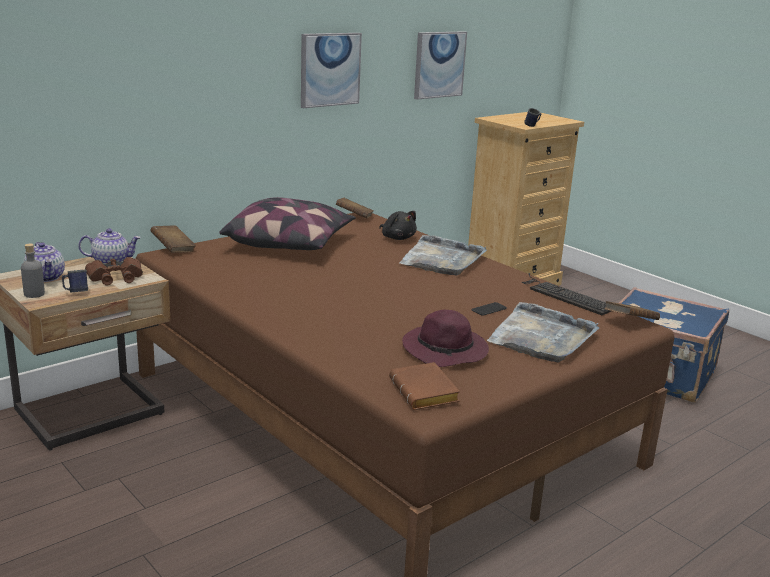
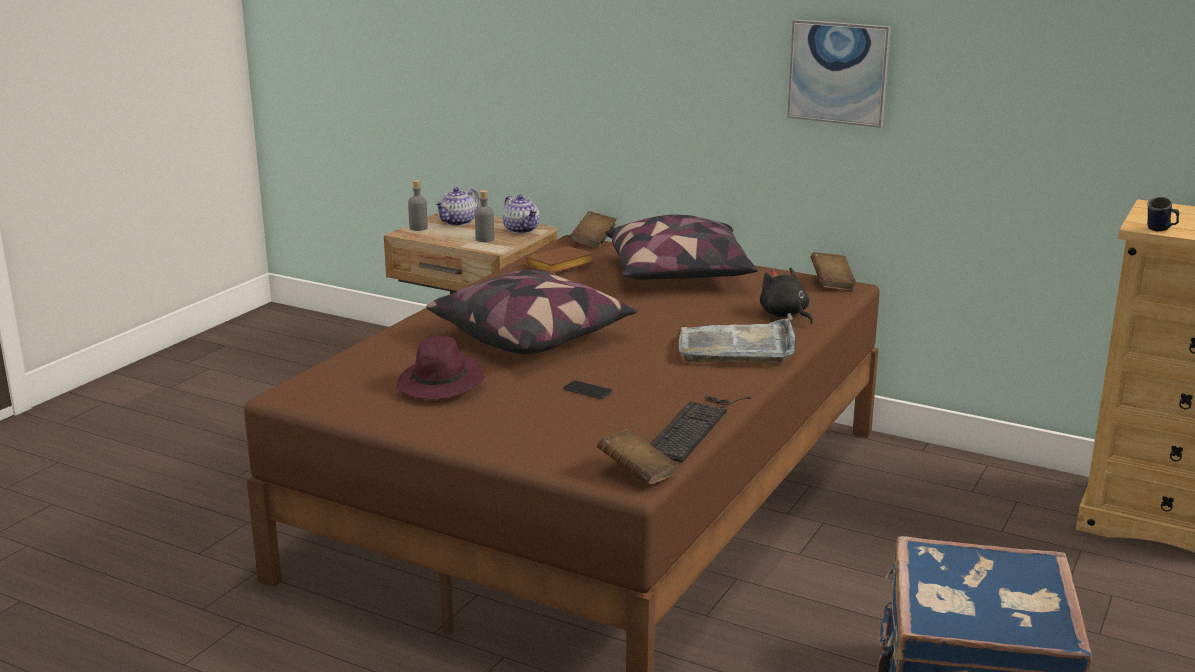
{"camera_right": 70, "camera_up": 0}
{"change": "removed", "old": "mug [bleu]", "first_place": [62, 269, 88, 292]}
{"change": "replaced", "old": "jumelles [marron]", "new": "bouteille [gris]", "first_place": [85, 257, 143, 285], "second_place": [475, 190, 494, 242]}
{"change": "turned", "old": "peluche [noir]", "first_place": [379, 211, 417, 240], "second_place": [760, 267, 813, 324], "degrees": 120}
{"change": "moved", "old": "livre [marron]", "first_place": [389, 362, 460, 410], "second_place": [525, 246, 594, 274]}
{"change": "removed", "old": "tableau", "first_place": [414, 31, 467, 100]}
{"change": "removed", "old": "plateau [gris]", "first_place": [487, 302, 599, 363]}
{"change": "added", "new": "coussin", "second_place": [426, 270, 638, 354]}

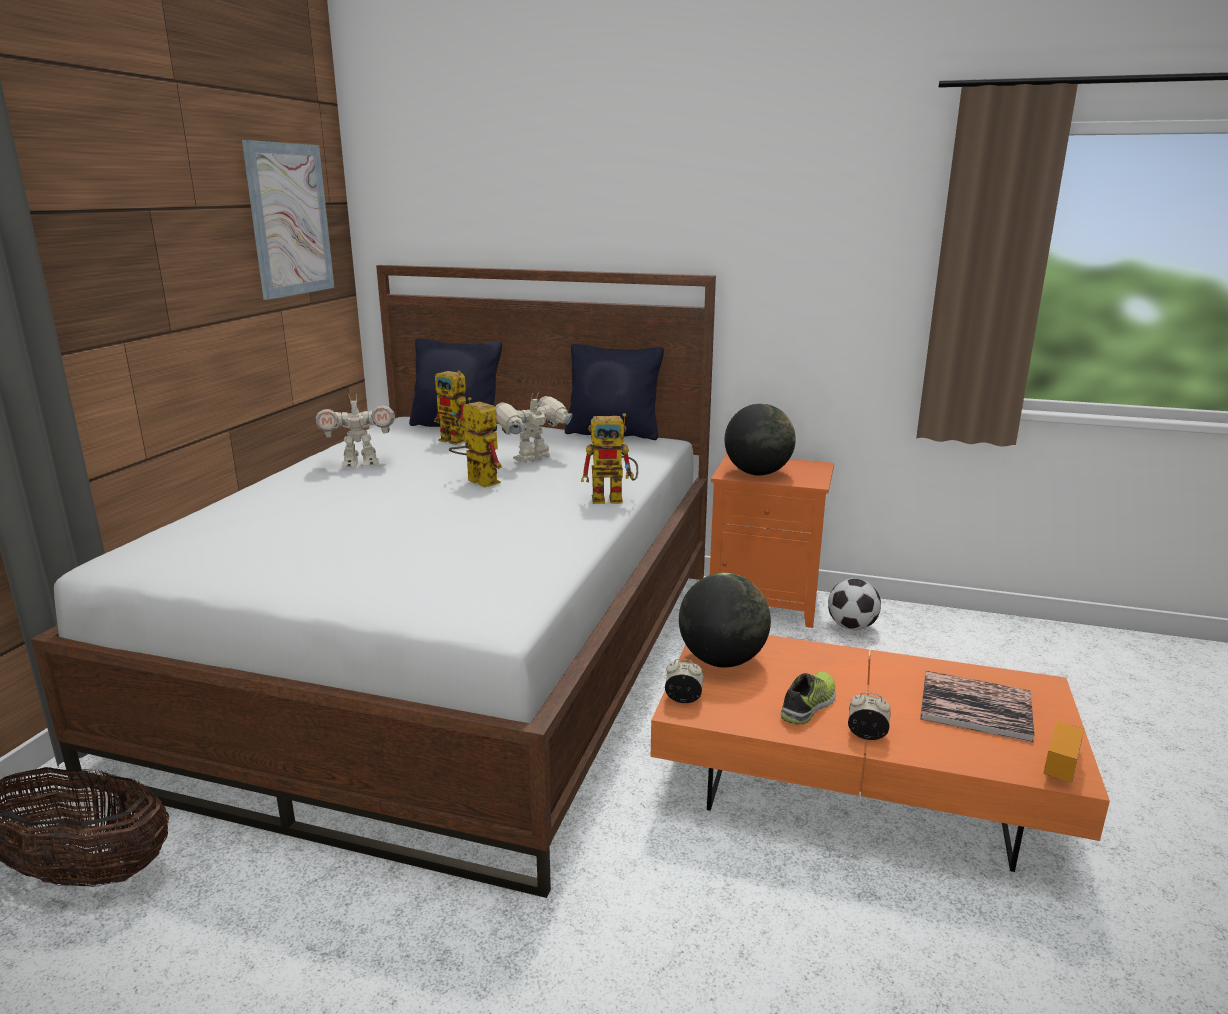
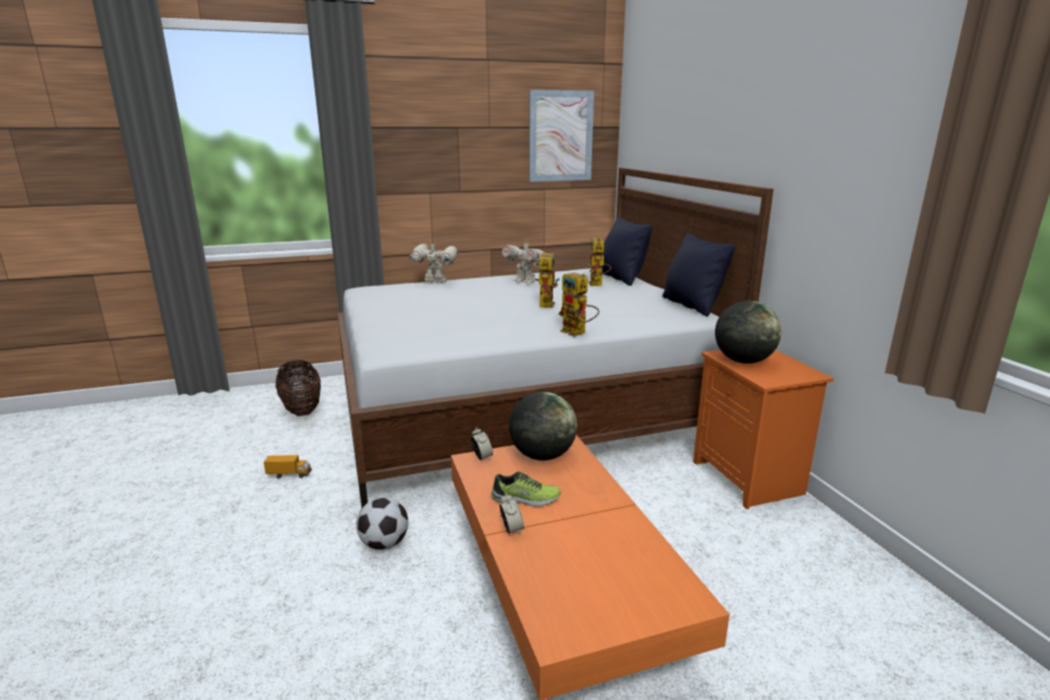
{"camera_right": 55, "camera_up": 0}
{"change": "moved", "old": "robot jouet", "first_place": [495, 392, 573, 463], "second_place": [409, 241, 458, 283]}
{"change": "moved", "old": "ballon de foot", "first_place": [828, 578, 881, 630], "second_place": [356, 497, 408, 550]}
{"change": "removed", "old": "livre", "first_place": [920, 671, 1035, 743]}
{"change": "moved", "old": "camion jouet", "first_place": [1043, 721, 1084, 783], "second_place": [264, 455, 311, 479]}

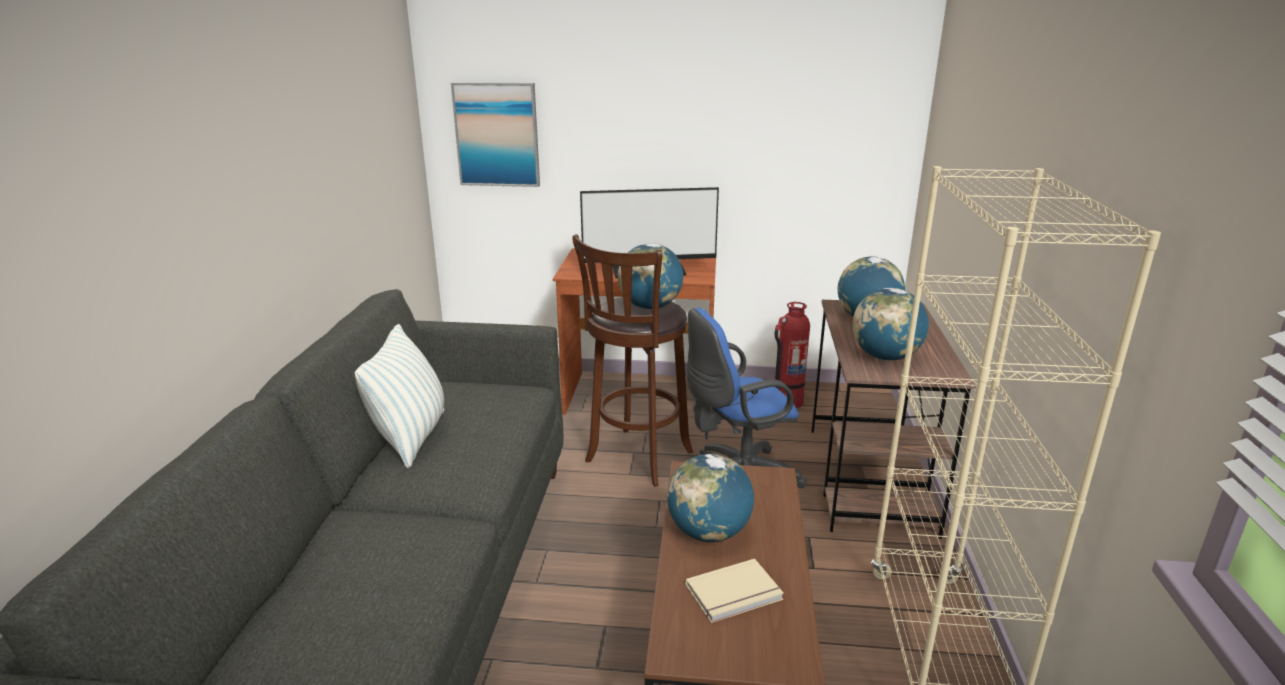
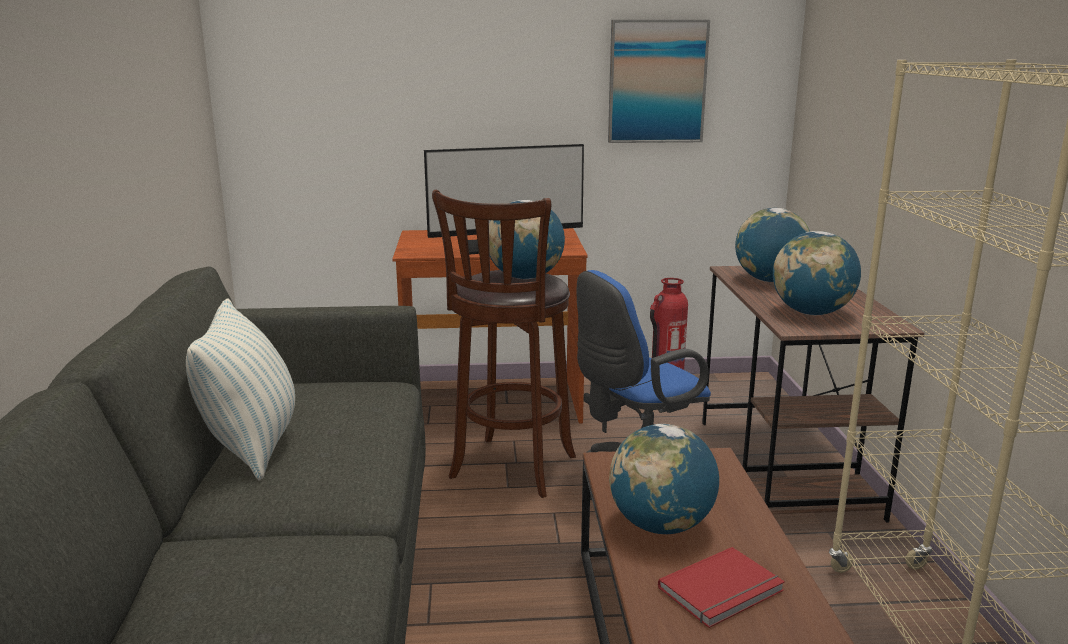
{"camera_right": -10, "camera_up": -5}
{"change": "moved", "old": "tableau", "first_place": [451, 82, 540, 187], "second_place": [608, 20, 710, 143]}
{"change": "recoloured", "old": "livre [beige]", "new": "livre [rouge]", "first_place": [685, 559, 784, 623], "second_place": [658, 547, 785, 628]}

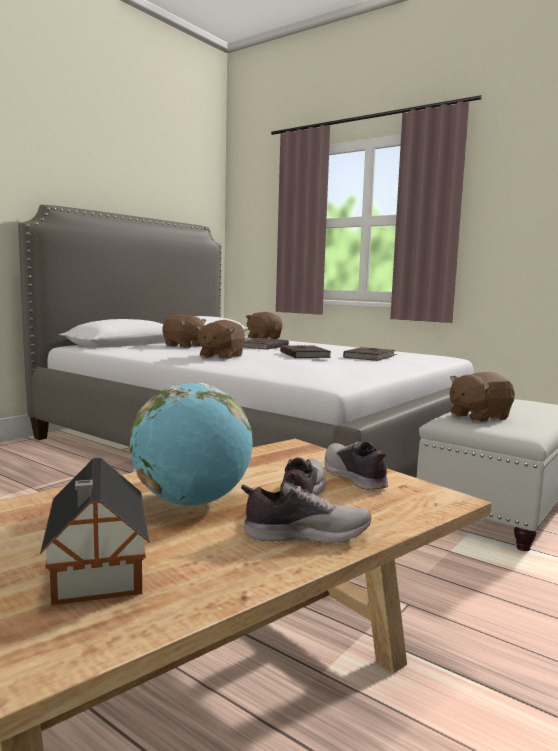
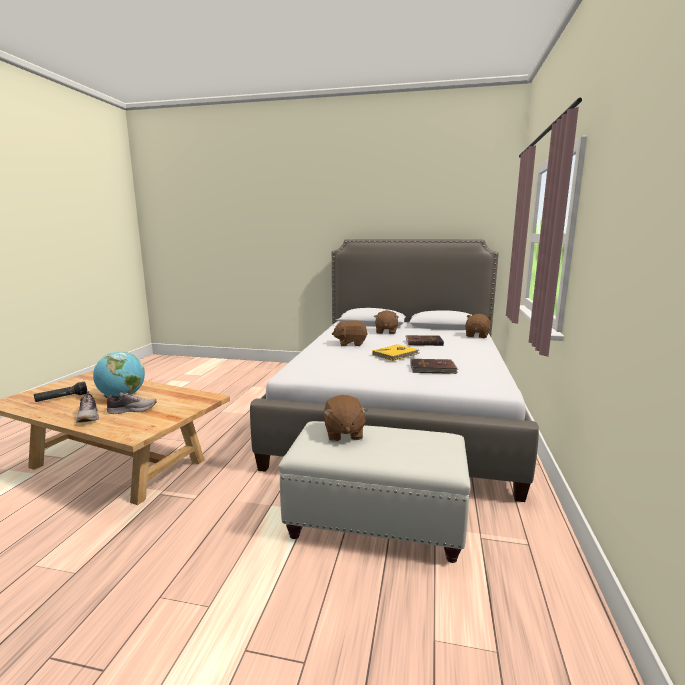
{"camera_right": 65, "camera_up": 5}
{"change": "replaced", "old": "maison miniature", "new": "lampe de poche [noir]", "first_place": [40, 458, 150, 605], "second_place": [34, 382, 87, 402]}
{"change": "recoloured", "old": "livre [marron]", "new": "livre [jaune]", "first_place": [280, 345, 331, 358], "second_place": [372, 344, 419, 361]}
{"change": "removed", "old": "chaussure", "first_place": [324, 441, 388, 490]}
{"change": "turned", "old": "peluche [marron]", "first_place": [449, 372, 515, 422], "second_place": [324, 395, 368, 441], "degrees": -135}

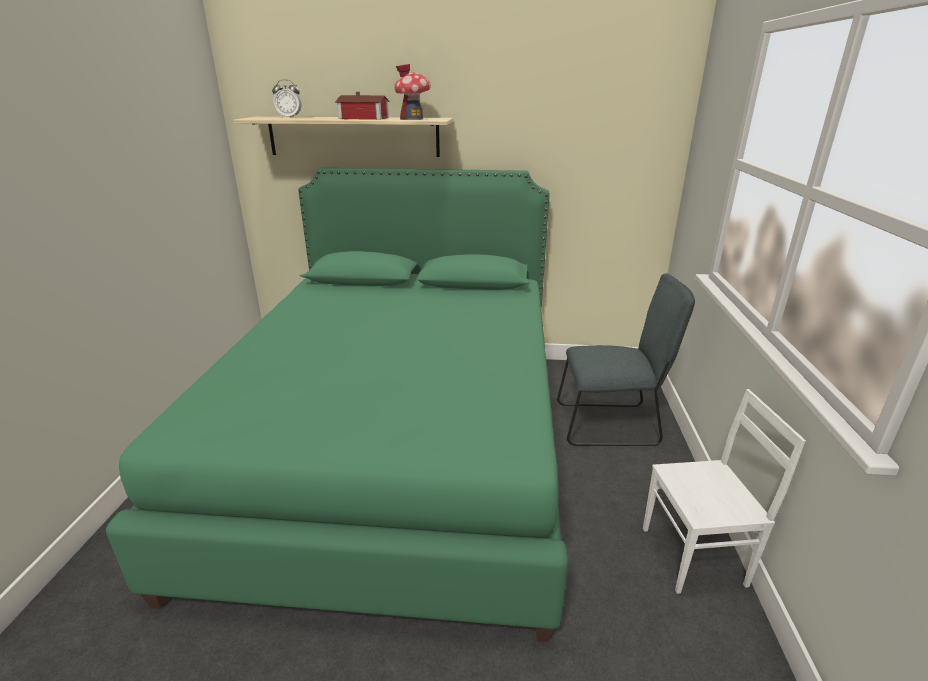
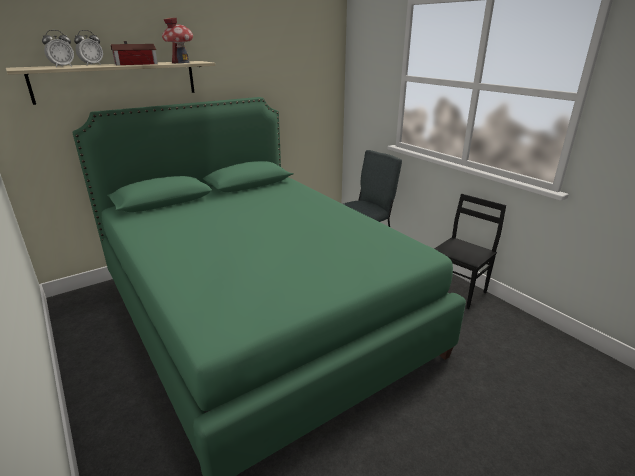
{"camera_right": -40, "camera_up": 0}
{"change": "recoloured", "old": "chaise [blanc]", "new": "chaise [noir]", "first_place": [643, 389, 806, 594], "second_place": [434, 194, 506, 309]}
{"change": "added", "new": "réveil", "second_place": [74, 30, 103, 65]}

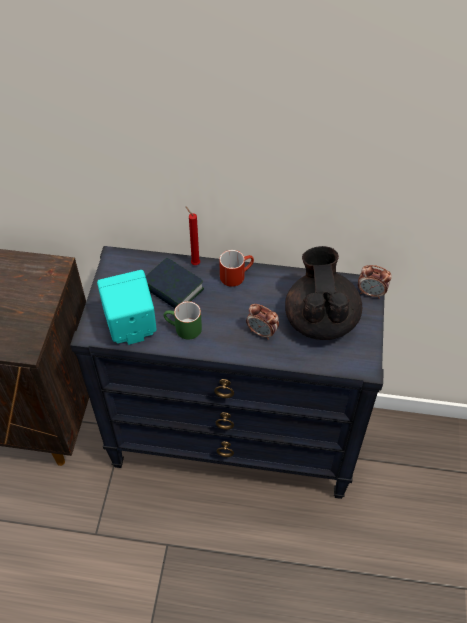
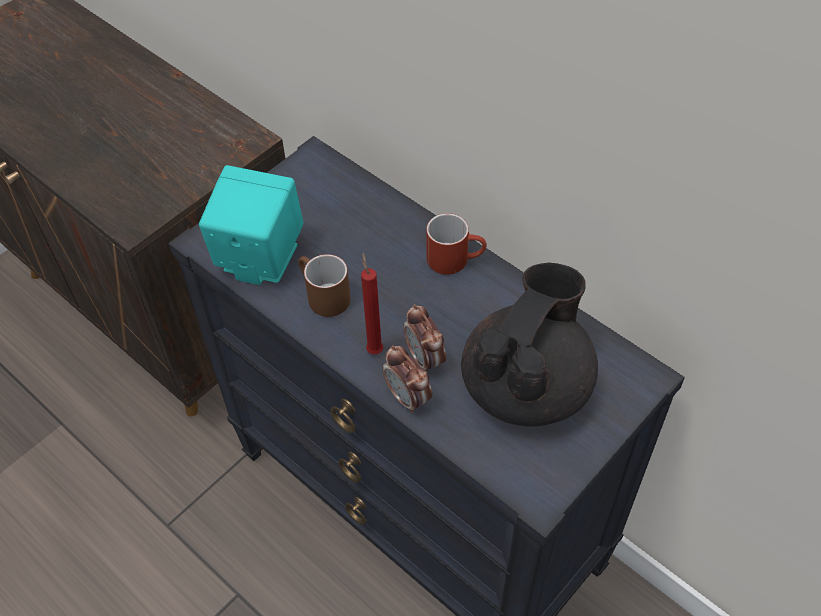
{"camera_right": 35, "camera_up": 0}
{"change": "removed", "old": "livre", "first_place": [146, 258, 204, 308]}
{"change": "recoloured", "old": "mug [vert]", "new": "mug [marron]", "first_place": [164, 301, 202, 340], "second_place": [298, 254, 351, 317]}
{"change": "moved", "old": "bougie [rouge]", "first_place": [186, 207, 200, 265], "second_place": [361, 253, 383, 354]}
{"change": "moved", "old": "réveil", "first_place": [358, 265, 392, 299], "second_place": [382, 345, 432, 413]}

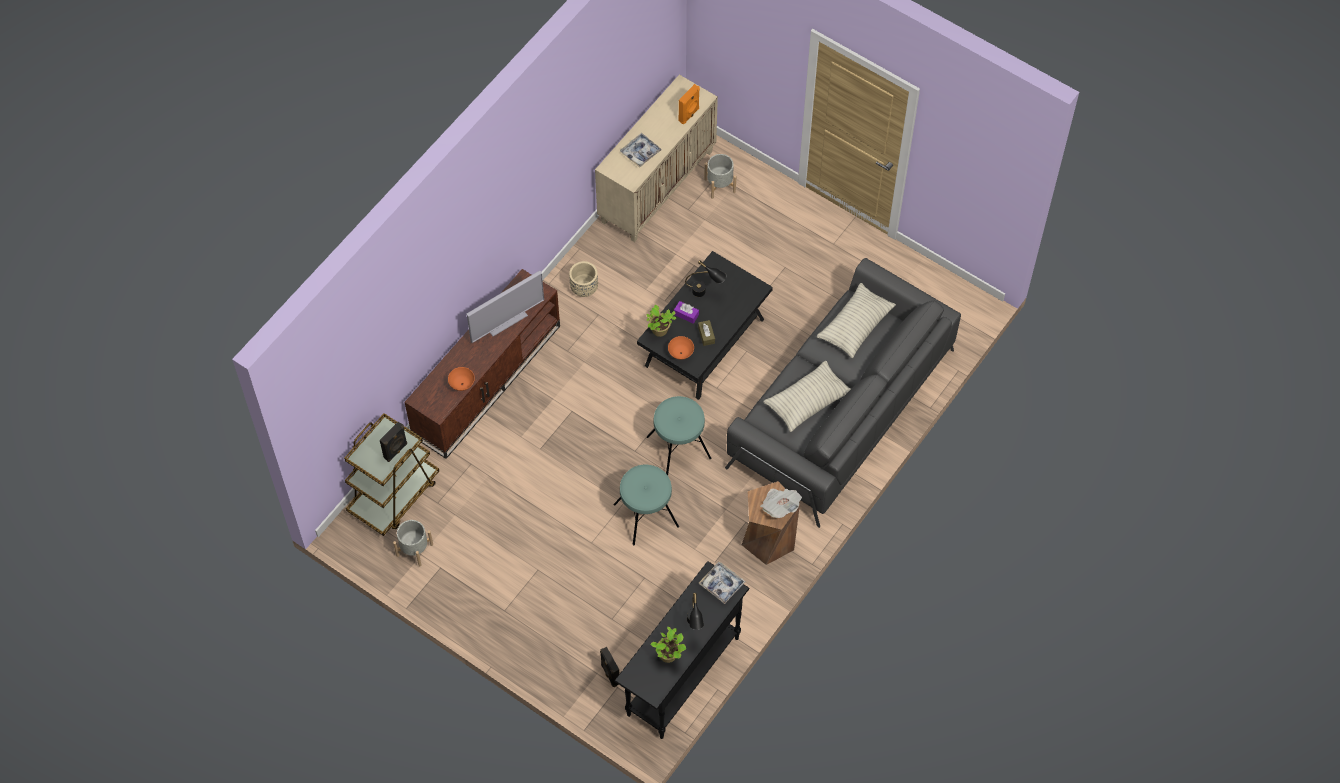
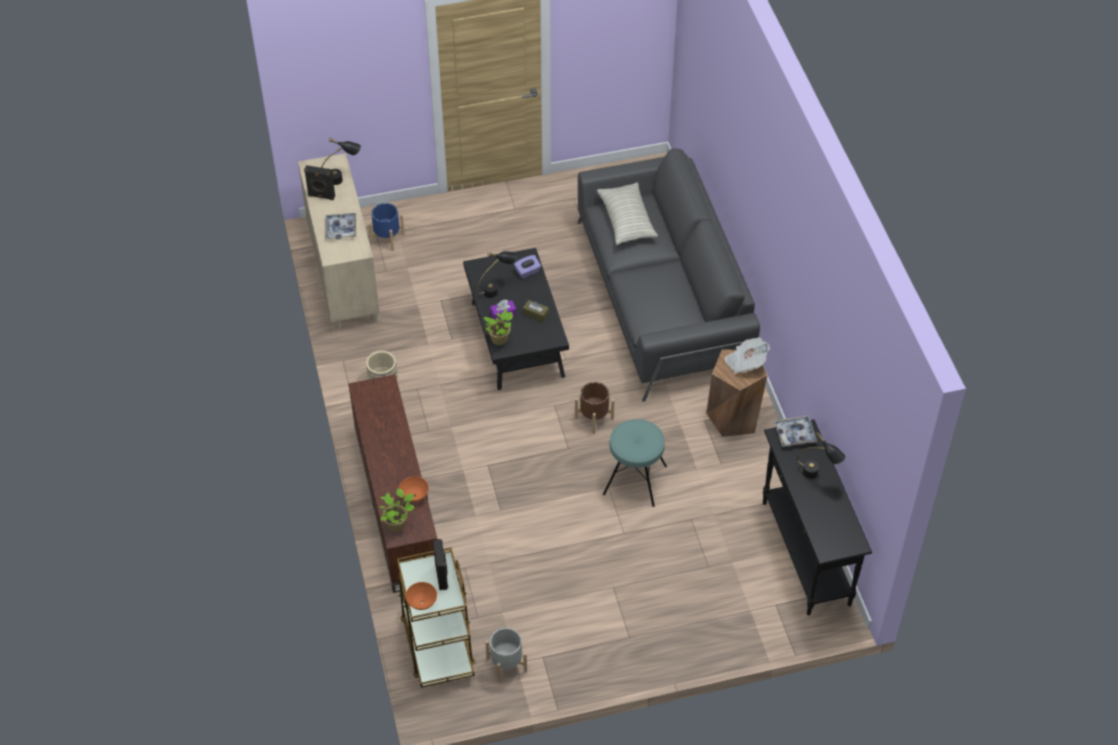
{"camera_right": -50, "camera_up": -10}
{"change": "removed", "old": "téléviseur", "first_place": [467, 270, 544, 343]}
{"change": "moved", "old": "enceinte [noir]", "first_place": [600, 647, 619, 687], "second_place": [304, 165, 335, 200]}
{"change": "replaced", "old": "tabouret [turquoise]", "new": "cache-pot [marron]", "first_place": [647, 396, 711, 475], "second_place": [575, 382, 615, 434]}
{"change": "moved", "old": "plante en pot", "first_place": [650, 627, 686, 663], "second_place": [379, 488, 415, 532]}
{"change": "moved", "old": "bol [orange]", "first_place": [668, 336, 694, 360], "second_place": [405, 582, 437, 610]}
{"change": "replaced", "old": "enceinte [orange]", "new": "lampe de table [noir]", "first_place": [679, 84, 700, 124], "second_place": [321, 138, 361, 185]}
{"change": "recoloured", "old": "cache-pot [gris]", "new": "cache-pot [bleu]", "first_place": [704, 154, 736, 199], "second_place": [368, 203, 405, 251]}
{"change": "removed", "old": "coussin", "first_place": [763, 360, 850, 432]}
{"change": "added", "new": "boîte à mouchoirs [violet]", "second_place": [514, 255, 541, 278]}

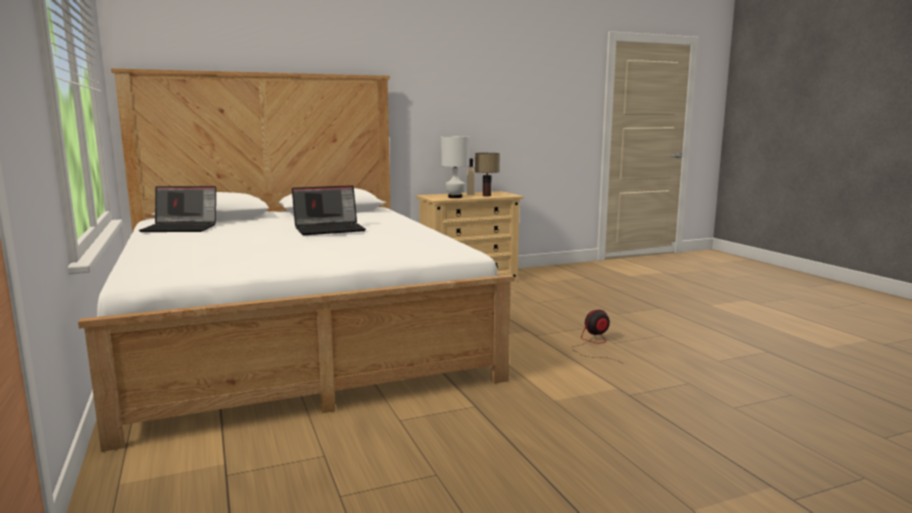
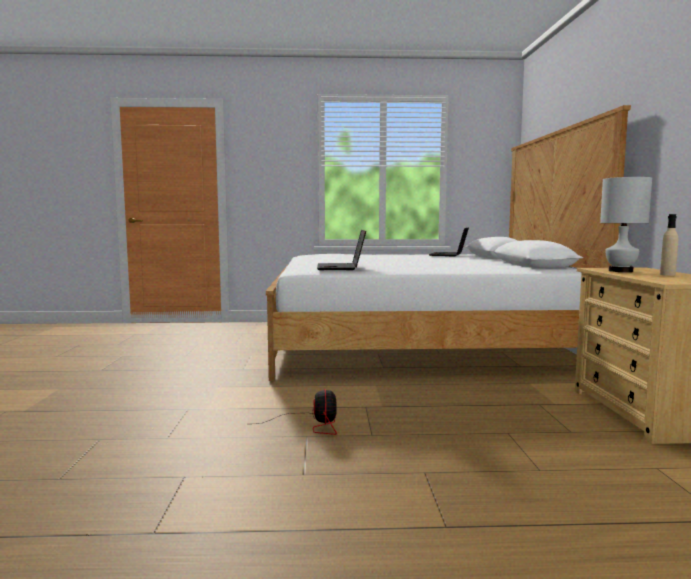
{"camera_right": 110, "camera_up": -5}
{"change": "moved", "old": "ordinateur portable", "first_place": [292, 185, 366, 235], "second_place": [317, 230, 366, 270]}
{"change": "removed", "old": "lampe de table", "first_place": [475, 153, 500, 197]}

